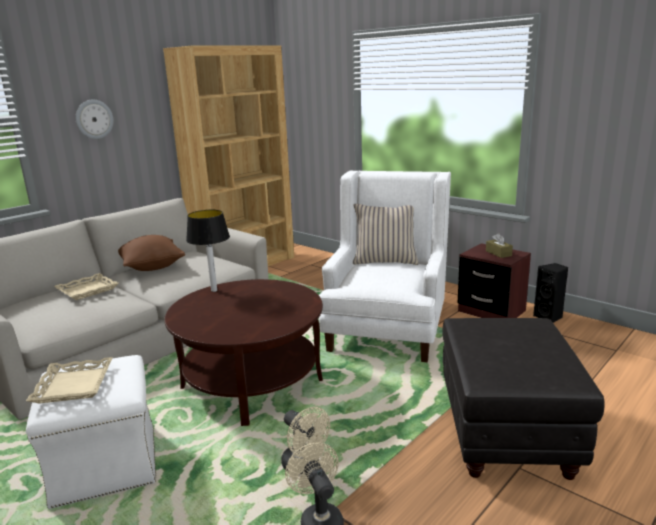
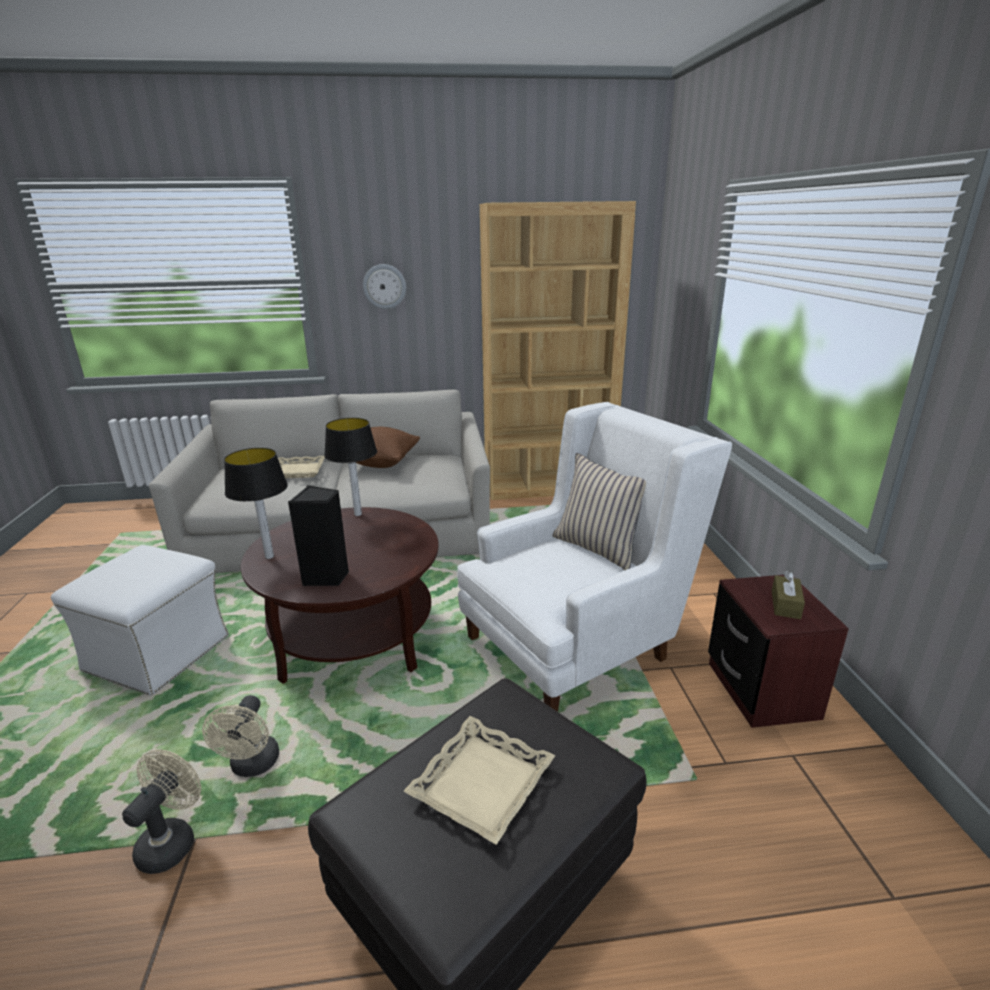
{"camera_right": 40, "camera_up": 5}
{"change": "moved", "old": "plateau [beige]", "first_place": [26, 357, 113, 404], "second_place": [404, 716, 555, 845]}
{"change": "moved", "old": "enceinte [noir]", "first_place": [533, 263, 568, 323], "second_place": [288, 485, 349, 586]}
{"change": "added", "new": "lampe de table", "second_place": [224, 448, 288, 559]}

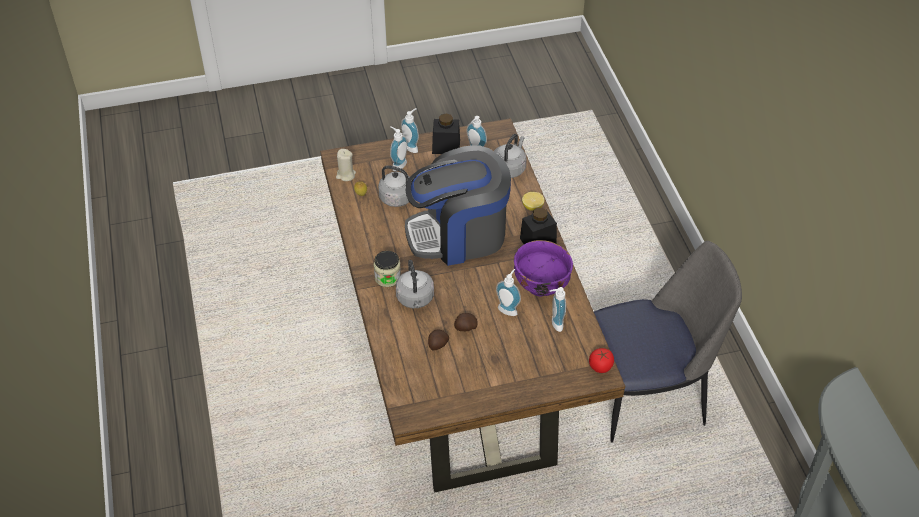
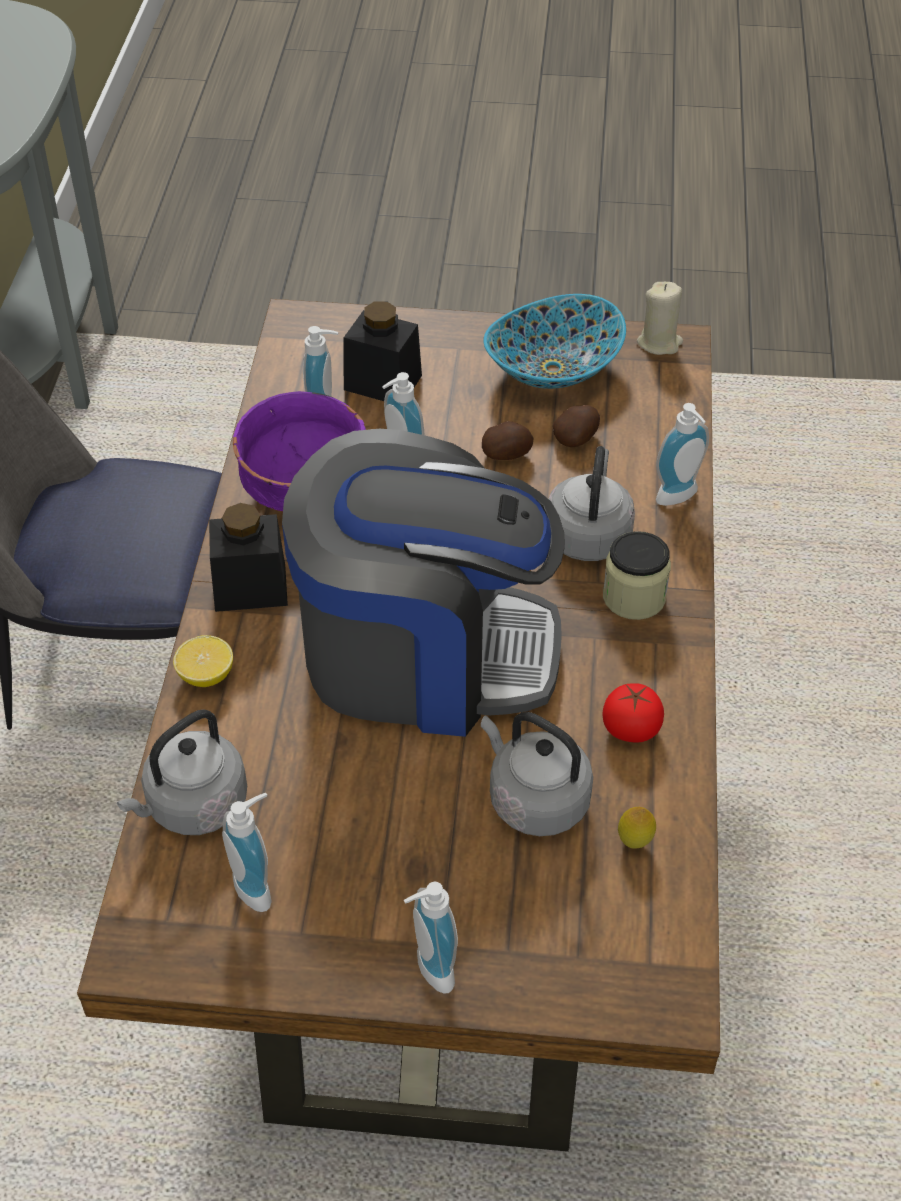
{"camera_right": -160, "camera_up": 0}
{"change": "moved", "old": "bougie [beige]", "first_place": [336, 149, 356, 181], "second_place": [637, 282, 683, 355]}
{"change": "moved", "old": "distributeur de savon", "first_place": [390, 126, 408, 171], "second_place": [656, 403, 709, 506]}
{"change": "moved", "old": "bocal [noir]", "first_place": [432, 113, 460, 154], "second_place": [344, 301, 422, 401]}
{"change": "moved", "old": "tomate", "first_place": [589, 348, 614, 373], "second_place": [602, 683, 664, 743]}
{"change": "added", "new": "bol", "second_place": [483, 294, 626, 389]}

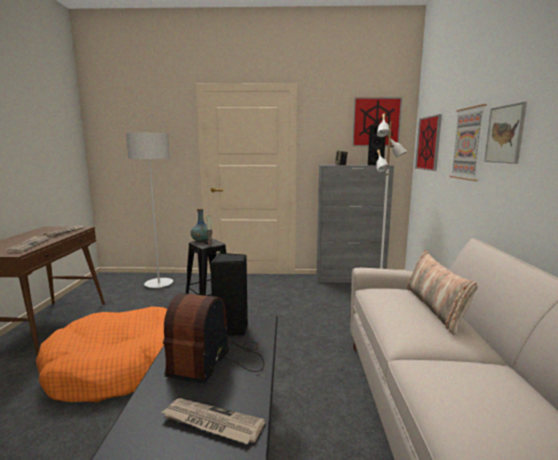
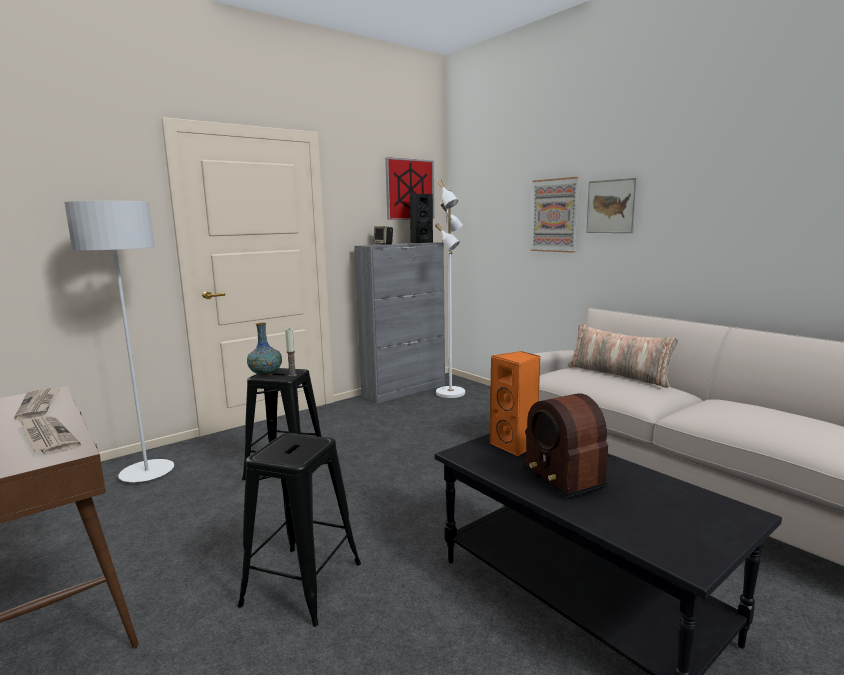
{"camera_right": -40, "camera_up": 0}
{"change": "replaced", "old": "panier pour chien [orange]", "new": "tabouret [noir]", "first_place": [36, 306, 167, 402], "second_place": [238, 433, 361, 627]}
{"change": "removed", "old": "journal", "first_place": [161, 398, 265, 444]}
{"change": "recoloured", "old": "enceinte [noir]", "new": "enceinte [orange]", "first_place": [210, 253, 248, 336], "second_place": [490, 351, 540, 457]}
{"change": "removed", "old": "tableau", "first_place": [415, 114, 442, 171]}

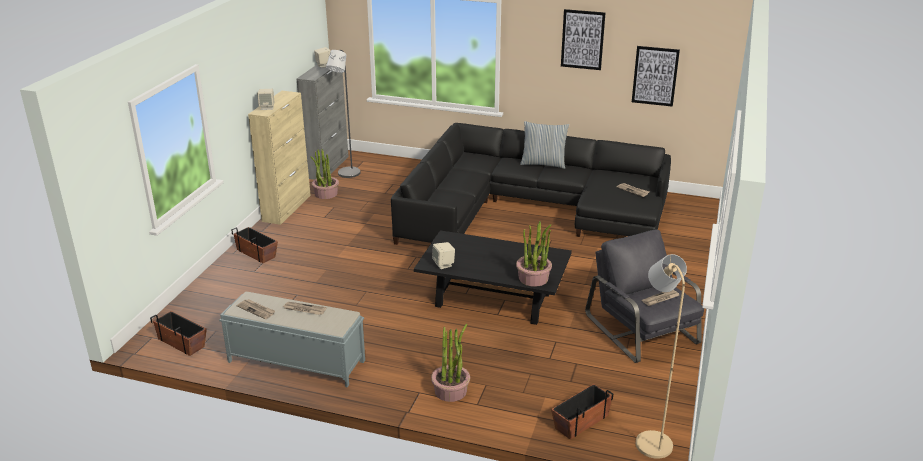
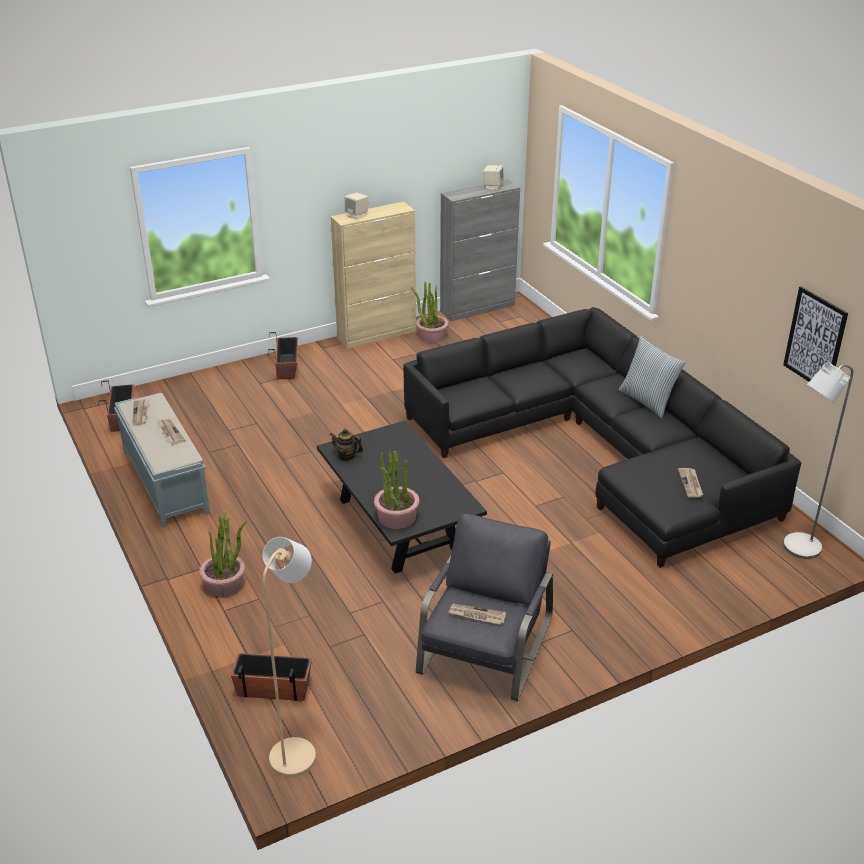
{"camera_right": 45, "camera_up": 5}
{"change": "moved", "old": "lampadaire [gris]", "first_place": [326, 50, 360, 178], "second_place": [783, 362, 853, 559]}
{"change": "replaced", "old": "enceinte [beige]", "new": "théière", "first_place": [432, 242, 455, 269], "second_place": [329, 429, 363, 461]}
{"change": "removed", "old": "tableau", "first_place": [561, 9, 605, 70]}

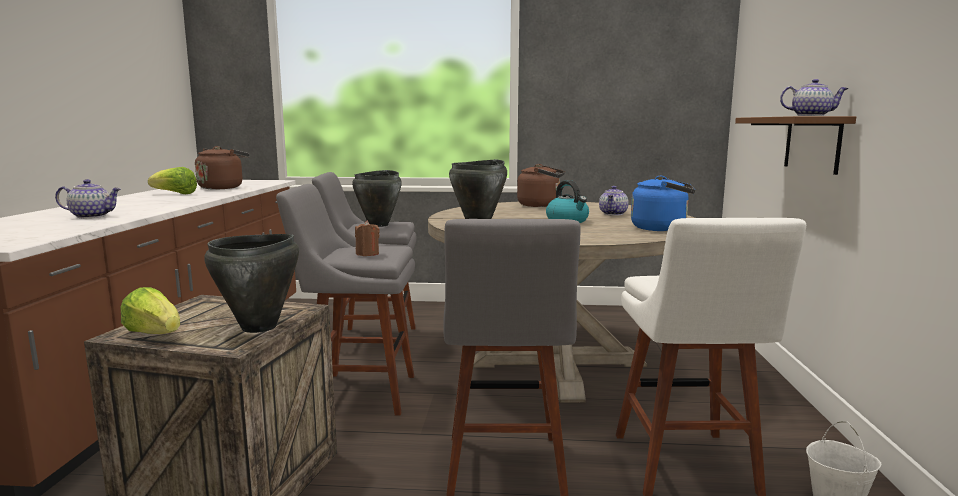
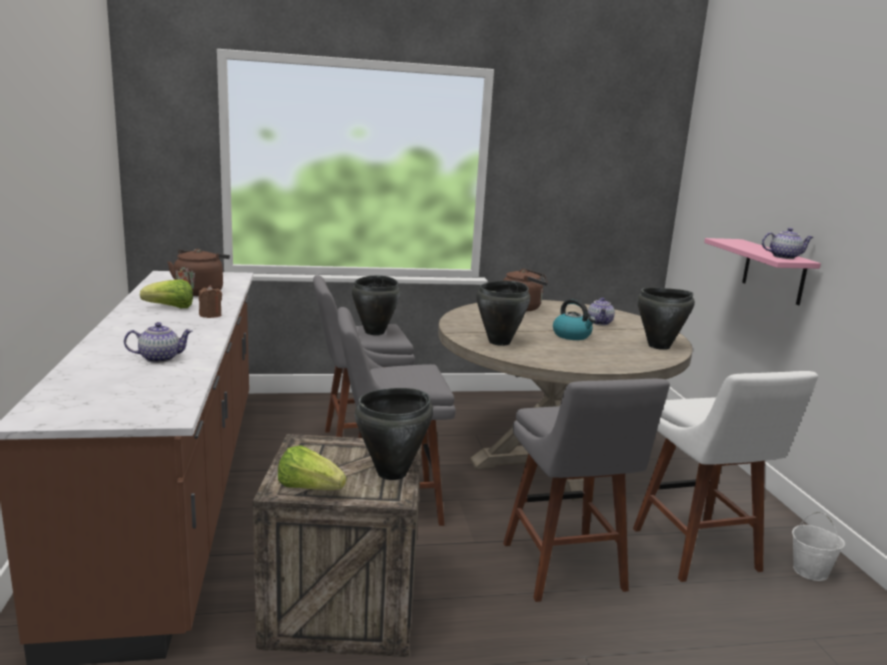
{"camera_right": -15, "camera_up": 5}
{"change": "moved", "old": "bougie [marron]", "first_place": [355, 220, 380, 256], "second_place": [199, 285, 222, 318]}
{"change": "replaced", "old": "bouilloire [bleu]", "new": "marmite [noir]", "first_place": [631, 176, 695, 231], "second_place": [637, 288, 695, 350]}
{"change": "recoloured", "old": "étagère [marron]", "new": "étagère [rose]", "first_place": [735, 116, 856, 175], "second_place": [704, 238, 821, 305]}

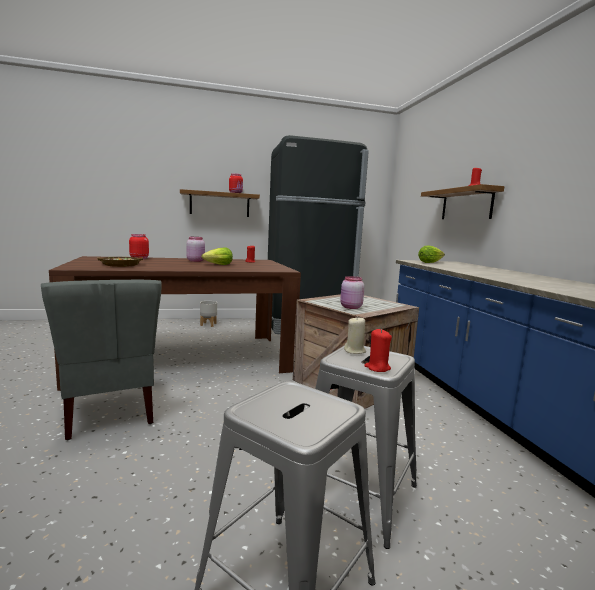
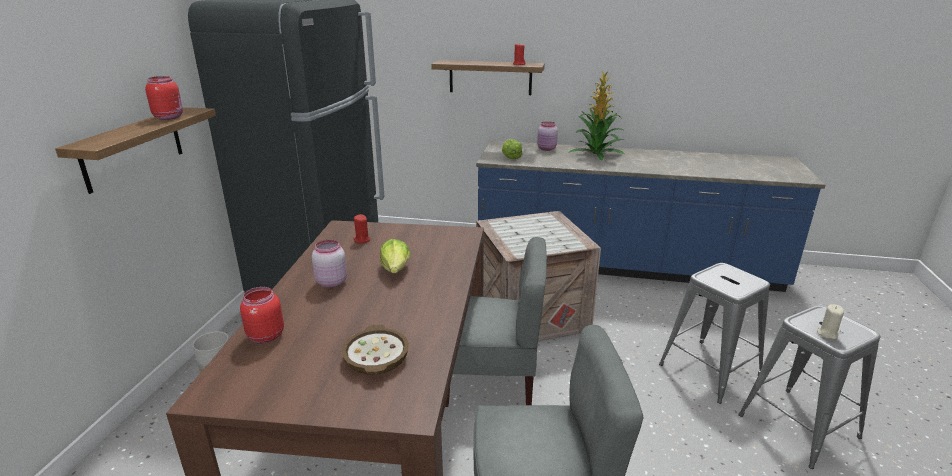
{"camera_right": -65, "camera_up": 15}
{"change": "moved", "old": "bocal [rose]", "first_place": [340, 276, 365, 309], "second_place": [537, 121, 558, 151]}
{"change": "moved", "old": "bougie [beige]", "first_place": [344, 316, 366, 354], "second_place": [817, 305, 844, 339]}
{"change": "removed", "old": "bougie [rouge]", "first_place": [364, 329, 392, 372]}
{"change": "added", "new": "chaise [gris]", "second_place": [445, 237, 547, 407]}
{"change": "added", "new": "plante en pot", "second_place": [568, 71, 625, 161]}

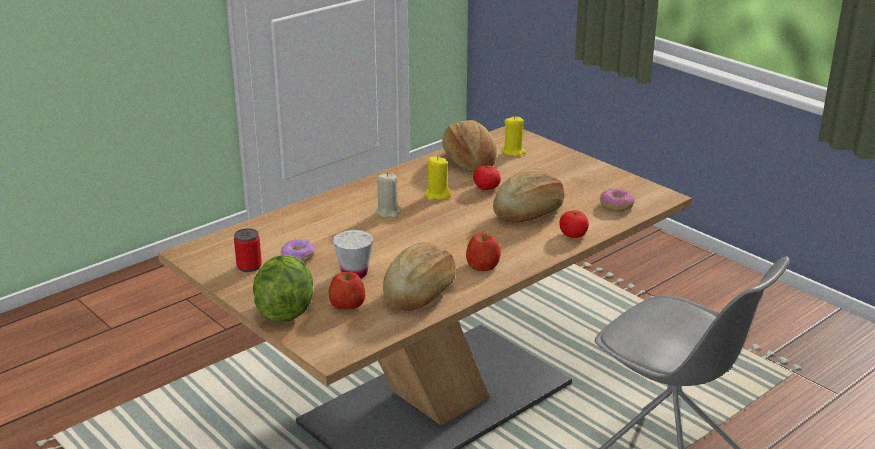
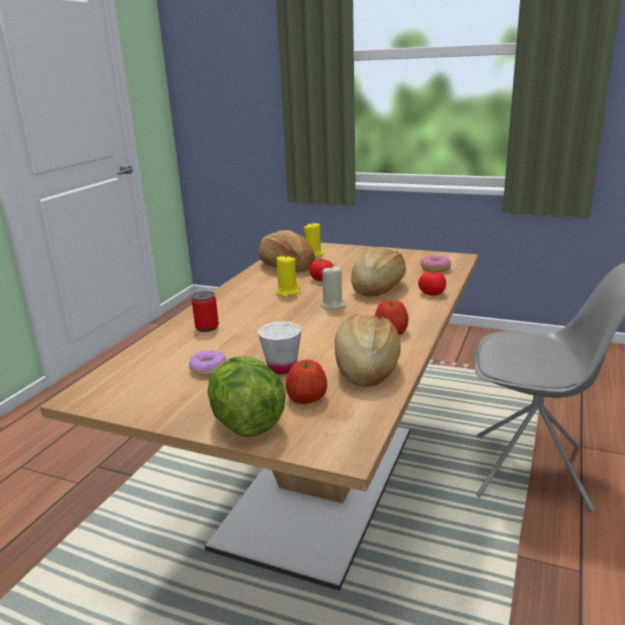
{"camera_right": -25, "camera_up": -5}
{"change": "moved", "old": "boîte métallique", "first_place": [234, 228, 262, 272], "second_place": [192, 291, 219, 332]}
{"change": "moved", "old": "bougie [beige]", "first_place": [376, 173, 401, 218], "second_place": [321, 267, 346, 310]}

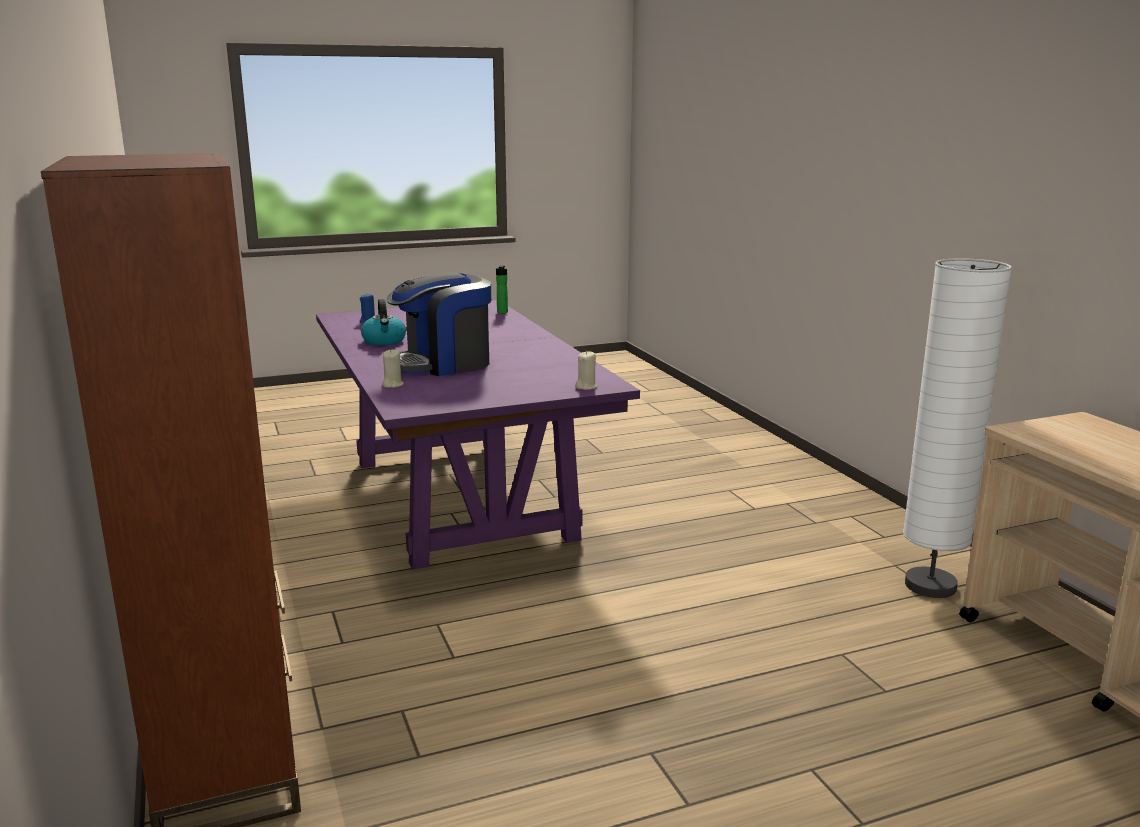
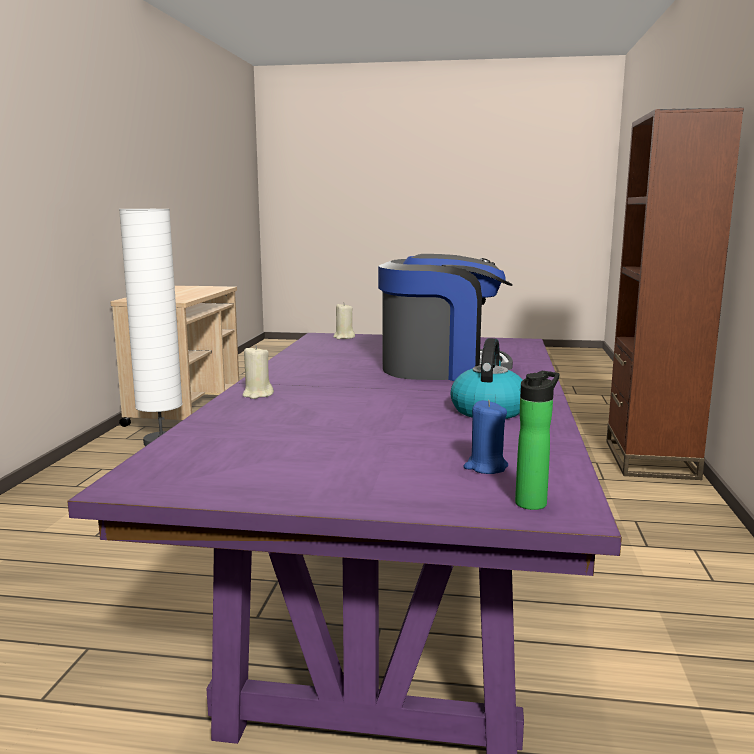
{"camera_right": -150, "camera_up": -5}
{"change": "moved", "old": "bougie [beige]", "first_place": [382, 349, 404, 388], "second_place": [243, 345, 274, 399]}
{"change": "moved", "old": "bouteille", "first_place": [496, 265, 508, 314], "second_place": [515, 371, 559, 510]}

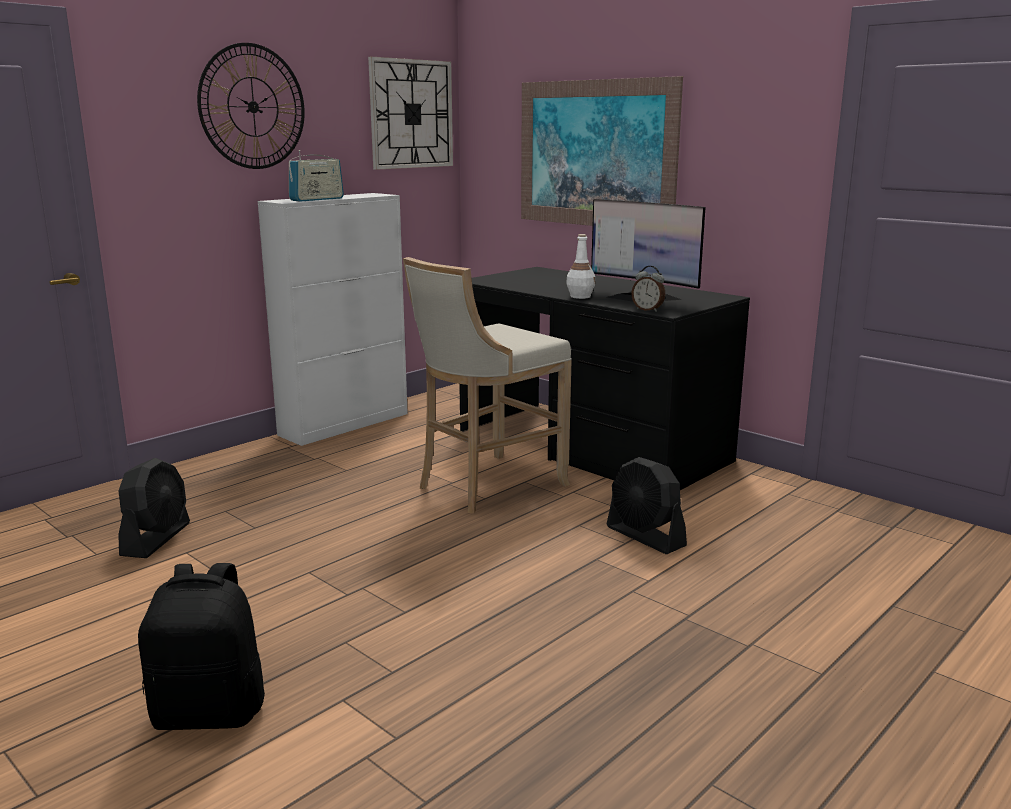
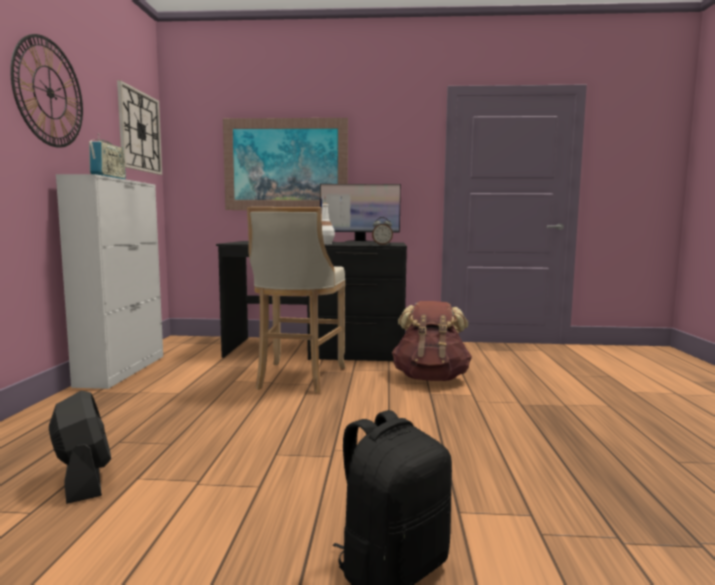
{"camera_right": -40, "camera_up": -10}
{"change": "replaced", "old": "ventilateur [noir]", "new": "sac à dos [marron]", "first_place": [607, 457, 687, 554], "second_place": [392, 301, 472, 381]}

